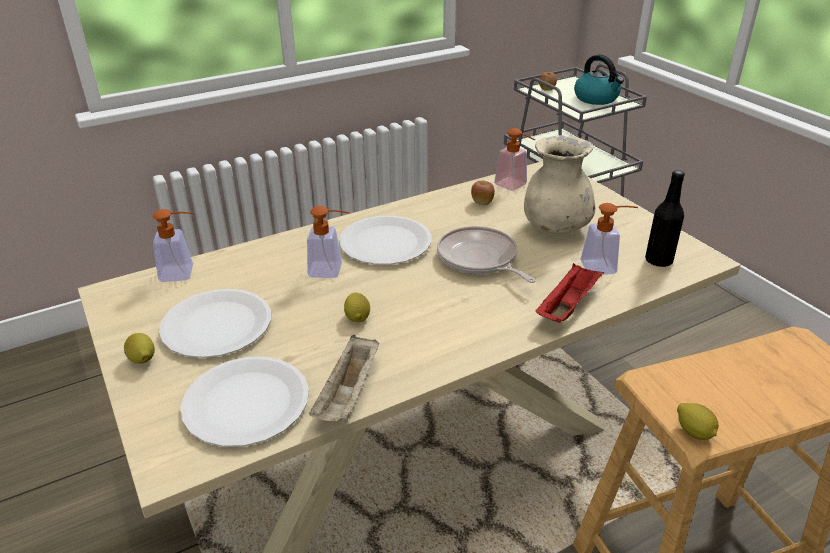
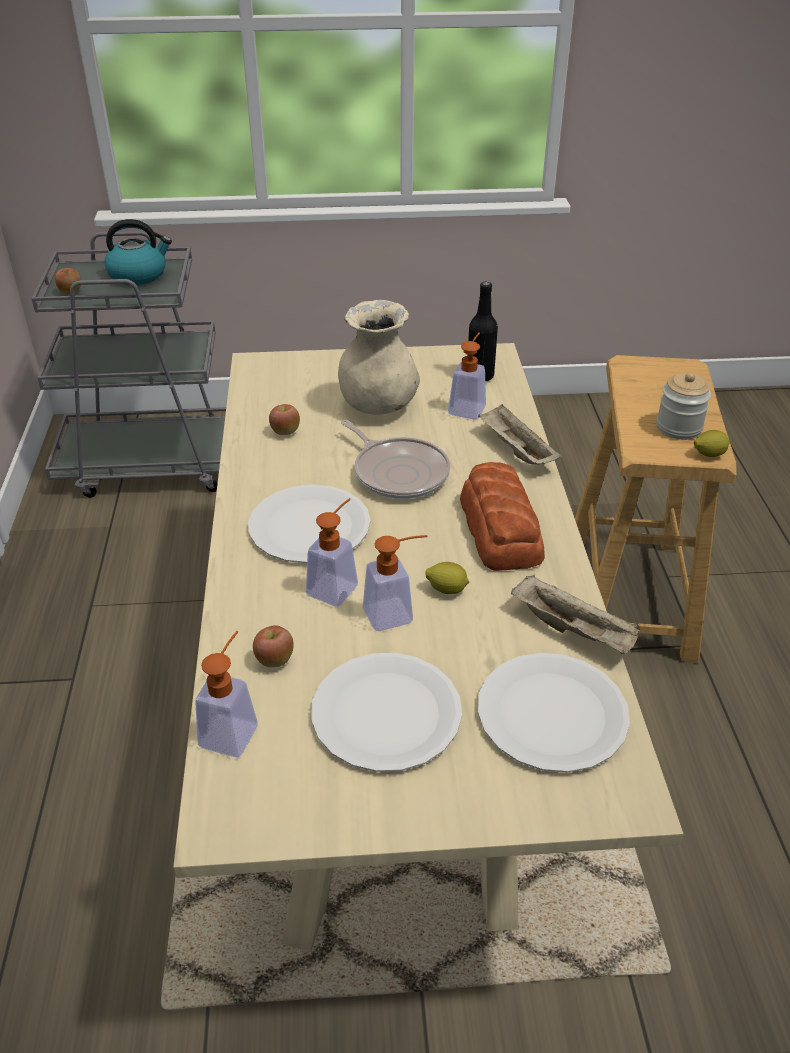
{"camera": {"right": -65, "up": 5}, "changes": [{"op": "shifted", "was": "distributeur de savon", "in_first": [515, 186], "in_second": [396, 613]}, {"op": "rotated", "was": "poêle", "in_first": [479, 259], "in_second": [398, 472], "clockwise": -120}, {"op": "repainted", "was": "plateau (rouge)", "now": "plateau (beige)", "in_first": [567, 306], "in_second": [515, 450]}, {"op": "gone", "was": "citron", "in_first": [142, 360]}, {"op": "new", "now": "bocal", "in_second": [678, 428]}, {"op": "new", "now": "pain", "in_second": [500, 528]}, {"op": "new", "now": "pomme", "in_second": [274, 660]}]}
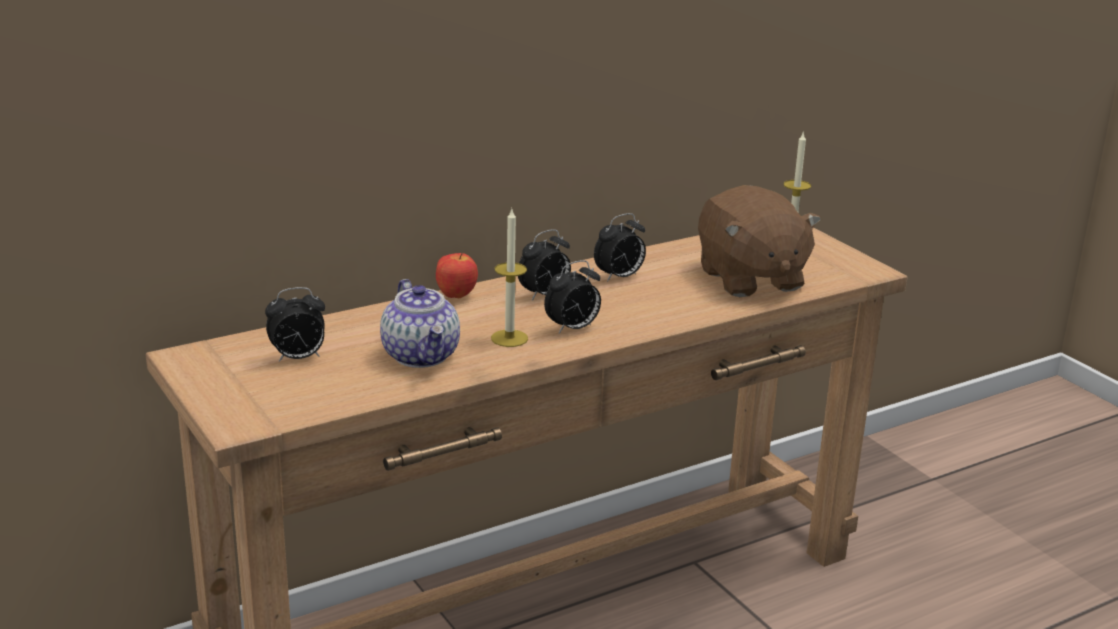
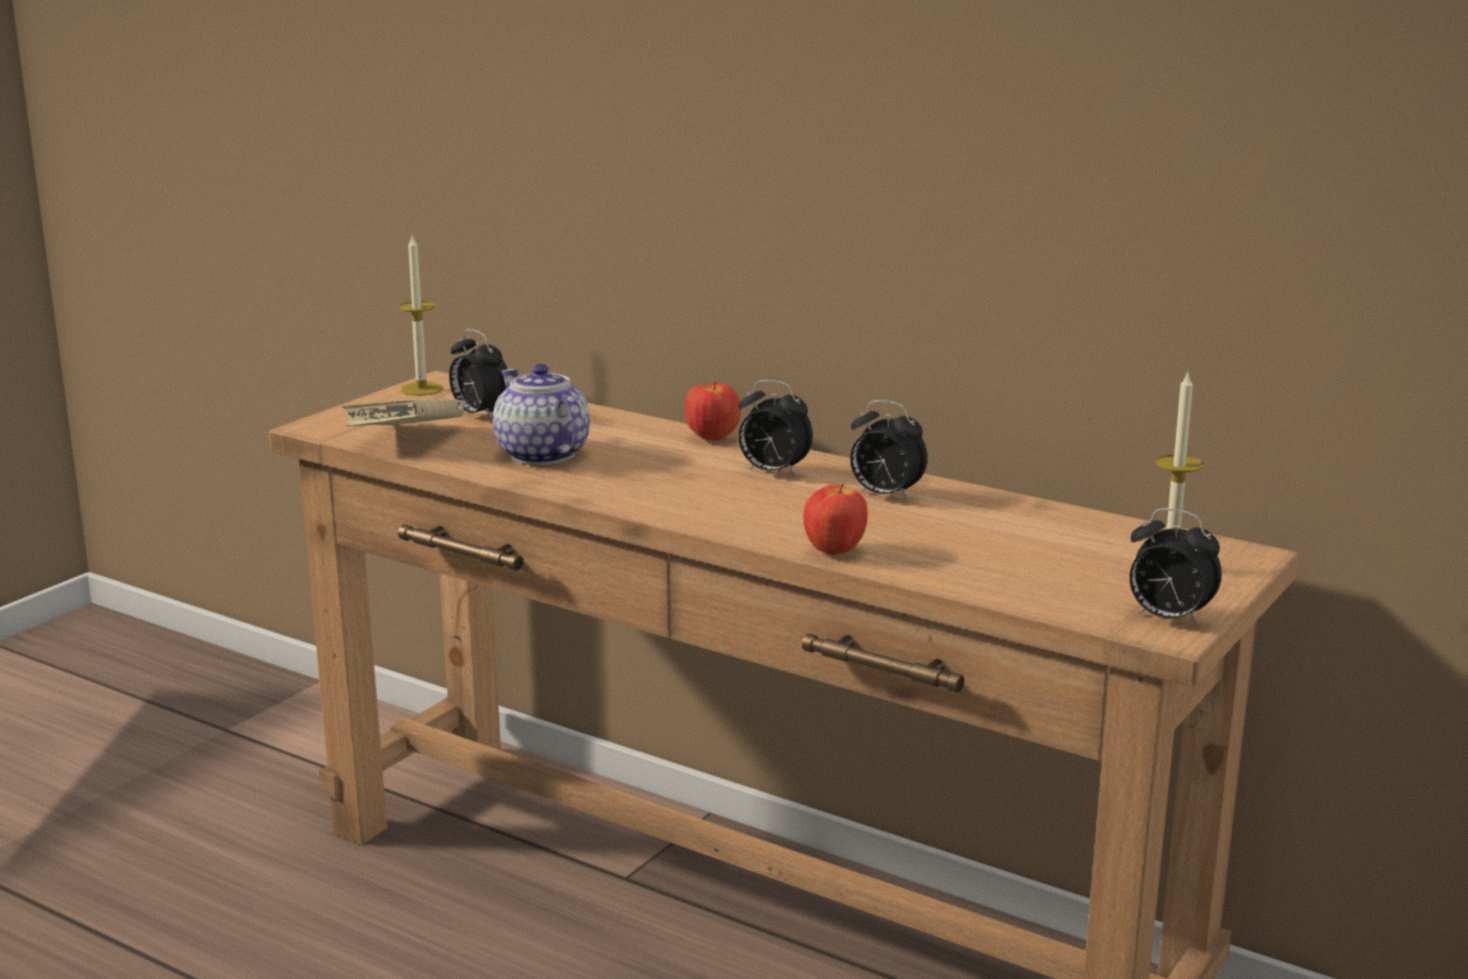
{"camera": {"right": 65, "up": -5}, "changes": [{"op": "gone", "was": "peluche (marron)", "in_first": [749, 279]}, {"op": "shifted", "was": "bougie", "in_first": [509, 338], "in_second": [421, 389]}, {"op": "shifted", "was": "réveil", "in_first": [572, 329], "in_second": [1168, 619]}, {"op": "rotated", "was": "théière", "in_first": [422, 356], "in_second": [541, 455], "clockwise": 105}, {"op": "new", "now": "livre (beige)", "in_second": [406, 441]}, {"op": "new", "now": "pomme", "in_second": [834, 551]}]}
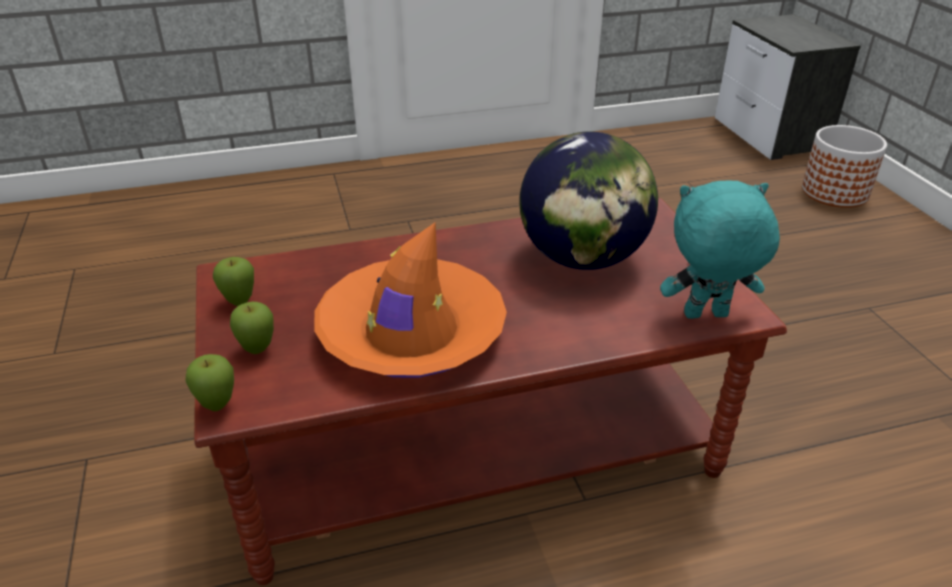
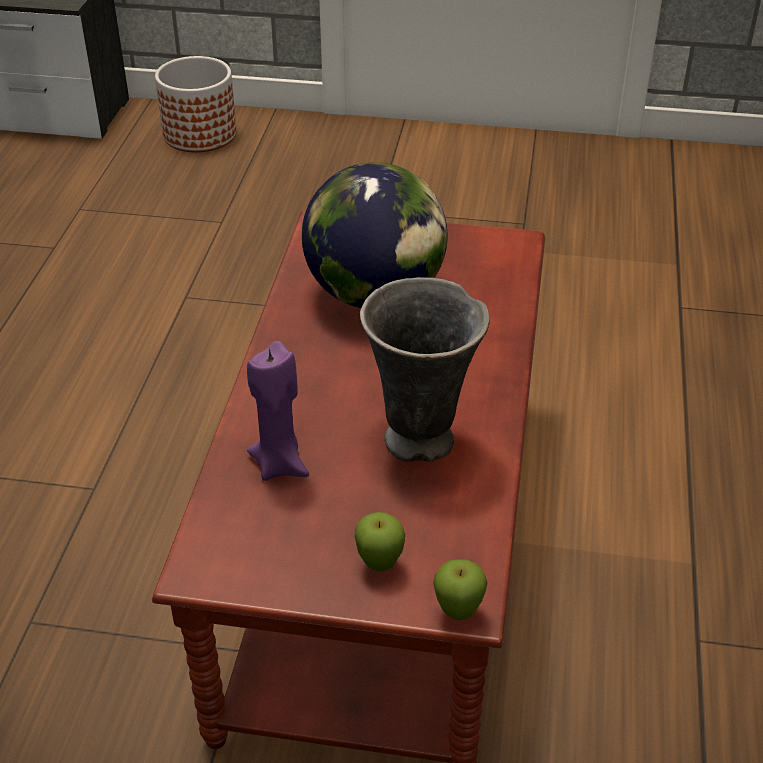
{"camera": {"right": -65, "up": 5}, "changes": [{"op": "gone", "was": "peluche (turquoise)", "in_first": [705, 316]}, {"op": "swapped", "was": "chapeau (orange)", "now": "vase (gris)", "in_first": [411, 333], "in_second": [421, 442]}, {"op": "gone", "was": "pomme", "in_first": [240, 302]}, {"op": "new", "now": "bougie (violet)", "in_second": [280, 464]}]}
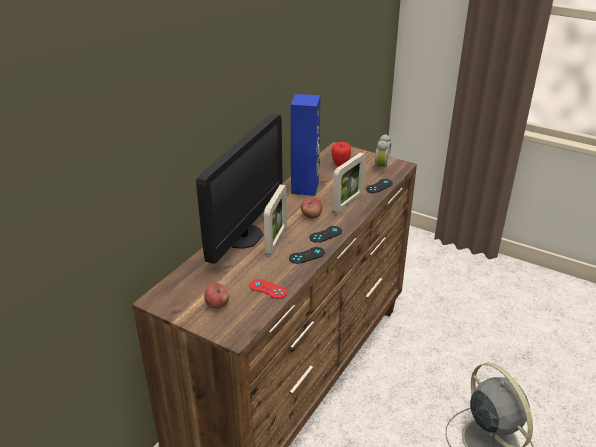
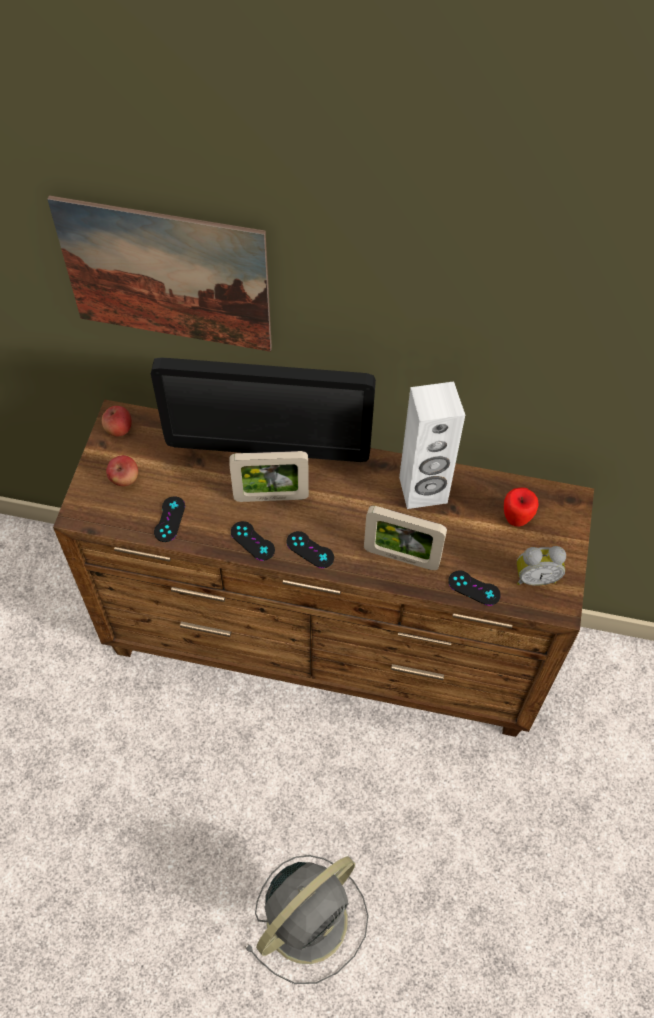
{"camera": {"right": 70, "up": 25}, "changes": [{"op": "repainted", "was": "enceinte (bleu)", "now": "enceinte (blanc)", "in_first": [305, 188], "in_second": [423, 491]}, {"op": "shifted", "was": "pomme", "in_first": [311, 216], "in_second": [119, 429]}, {"op": "repainted", "was": "manette (rouge)", "now": "manette (noir)", "in_first": [268, 289], "in_second": [169, 519]}, {"op": "new", "now": "tableau", "in_second": [166, 276]}]}
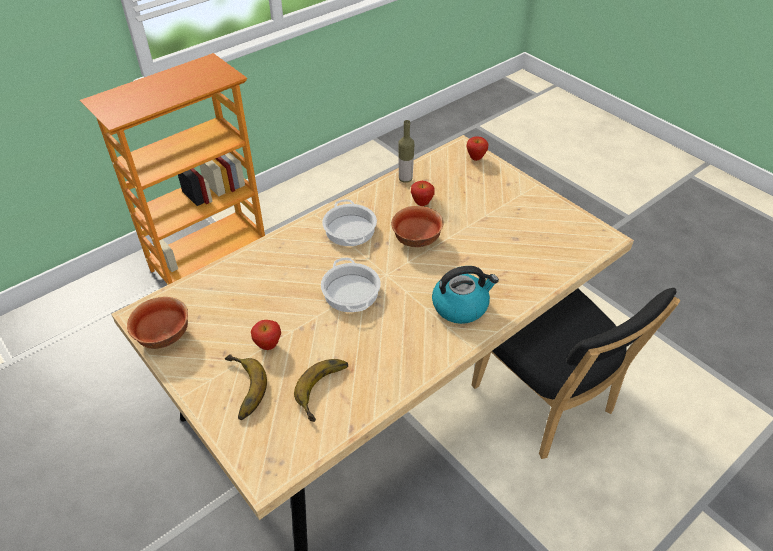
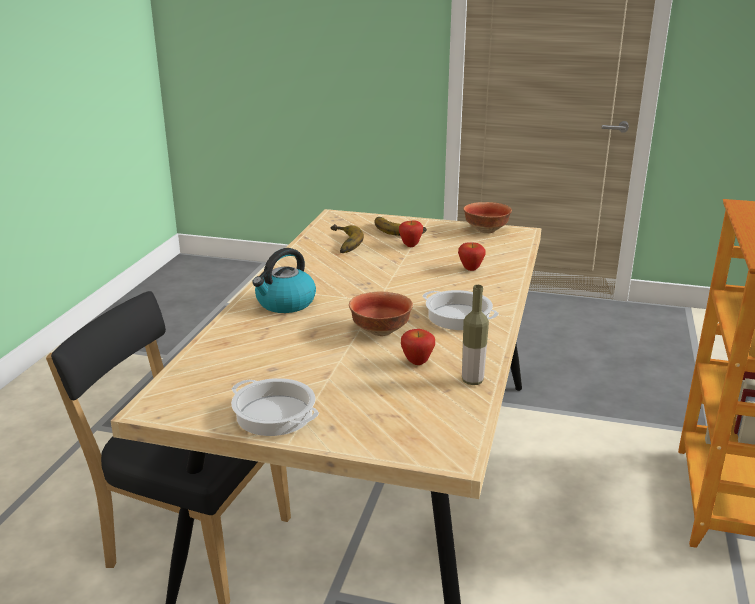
{"camera": {"right": 145, "up": -20}, "changes": [{"op": "shifted", "was": "pomme", "in_first": [476, 158], "in_second": [470, 269]}, {"op": "shifted", "was": "marmite", "in_first": [351, 292], "in_second": [273, 415]}]}
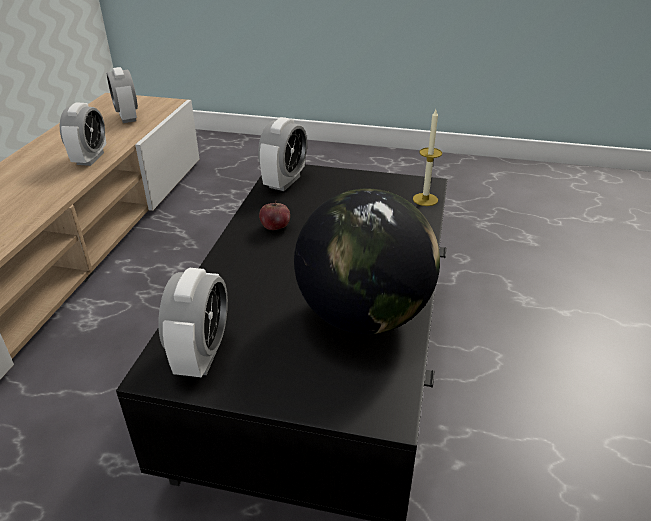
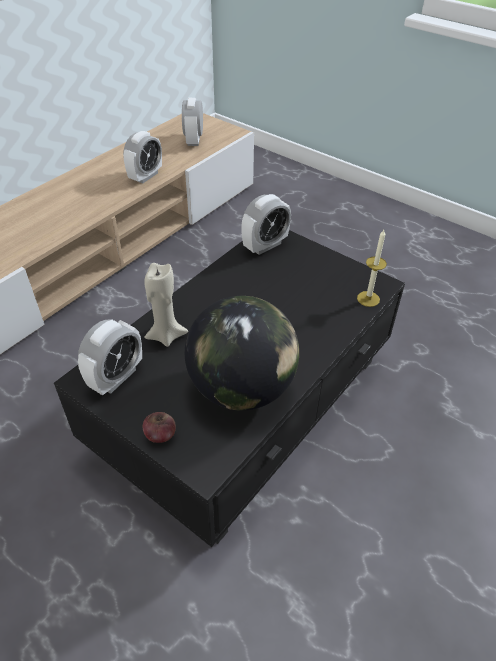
{"camera": {"right": 25, "up": 10}, "changes": [{"op": "shifted", "was": "pomme", "in_first": [275, 227], "in_second": [160, 435]}, {"op": "new", "now": "bougie (beige)", "in_second": [166, 335]}]}
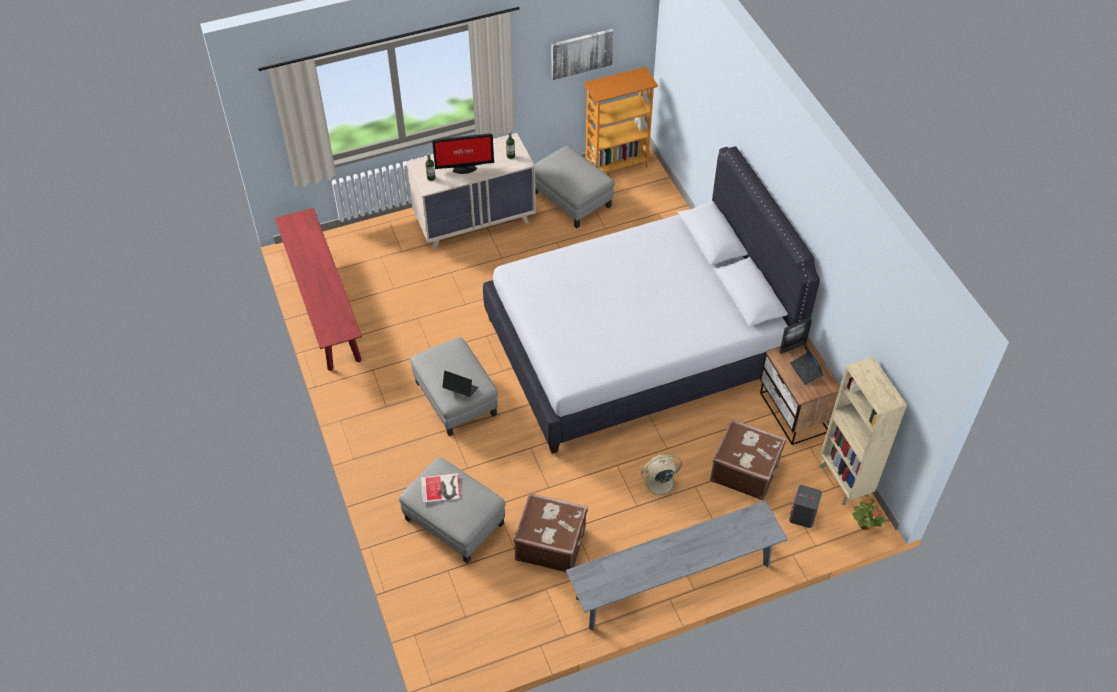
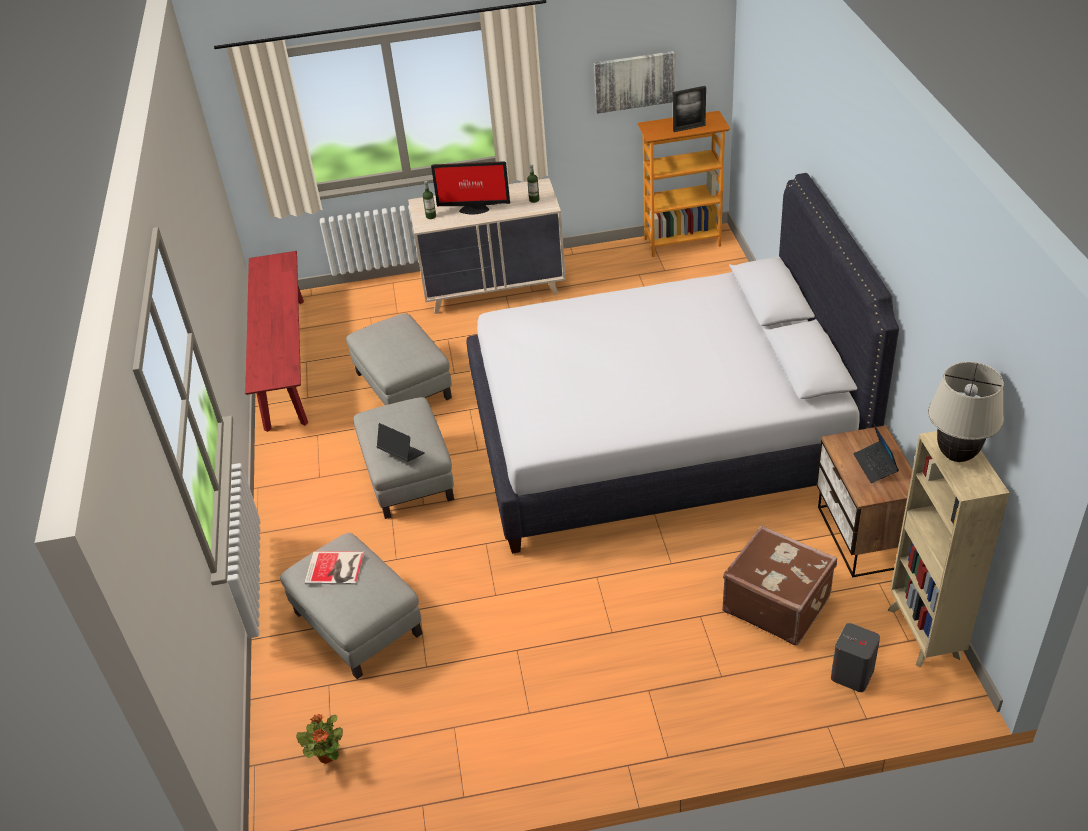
{"camera": {"right": 15, "up": -10}, "changes": [{"op": "shifted", "was": "pouf (gris)", "in_first": [572, 199], "in_second": [404, 385]}, {"op": "shifted", "was": "cadre photo", "in_first": [792, 347], "in_second": [689, 128]}, {"op": "gone", "was": "ventilateur (beige)", "in_first": [658, 483]}, {"op": "gone", "was": "valise (marron)", "in_first": [550, 543]}, {"op": "shifted", "was": "plante en pot", "in_first": [864, 525], "in_second": [327, 755]}, {"op": "gone", "was": "banc (gris)", "in_first": [673, 581]}, {"op": "new", "now": "lampe de table (beige)", "in_second": [956, 455]}]}
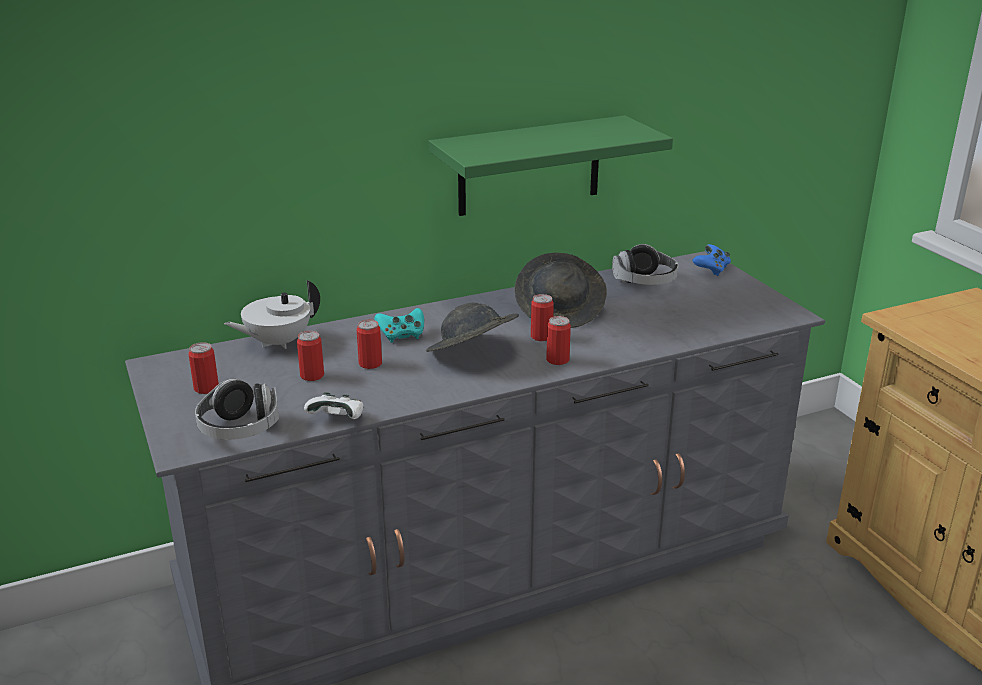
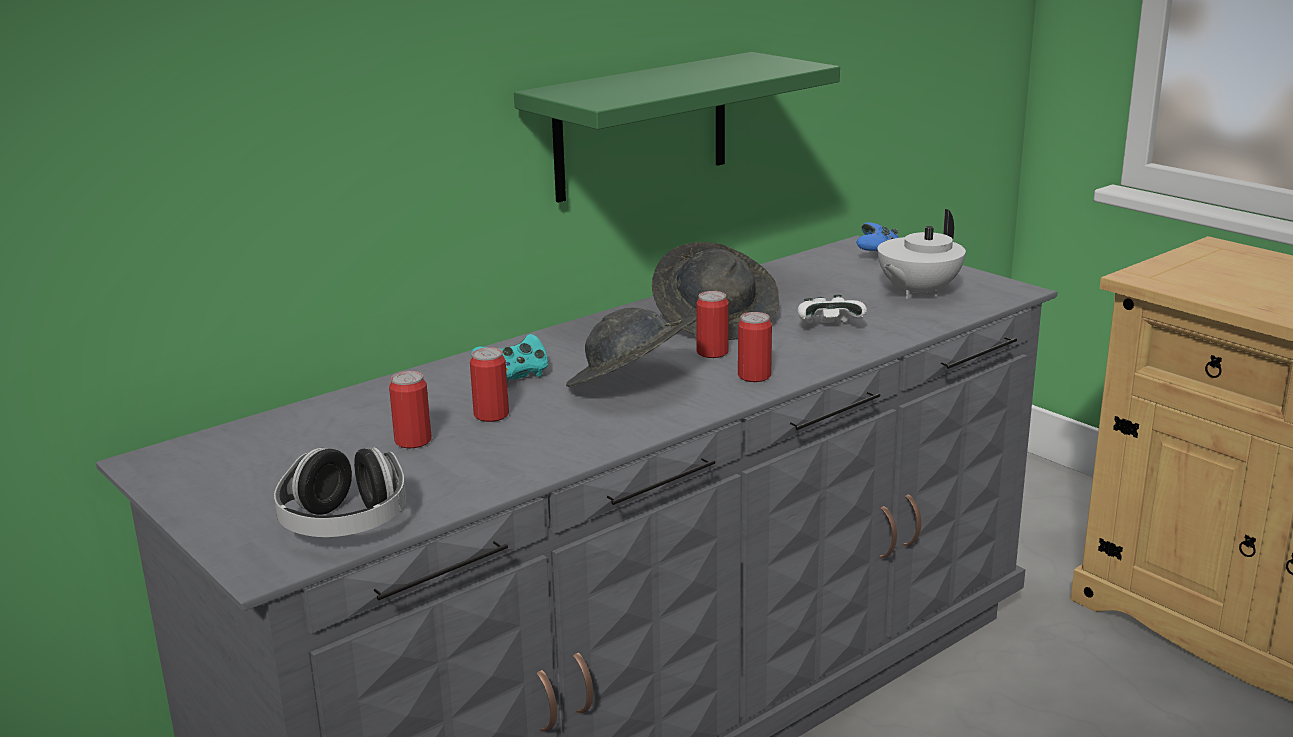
{"camera": {"right": -15, "up": -5}, "changes": [{"op": "gone", "was": "casque audio", "in_first": [645, 282]}, {"op": "shifted", "was": "théière (blanc)", "in_first": [277, 342], "in_second": [917, 292]}, {"op": "gone", "was": "boîte métallique", "in_first": [206, 388]}, {"op": "shifted", "was": "manette (blanc)", "in_first": [338, 419], "in_second": [829, 327]}]}
